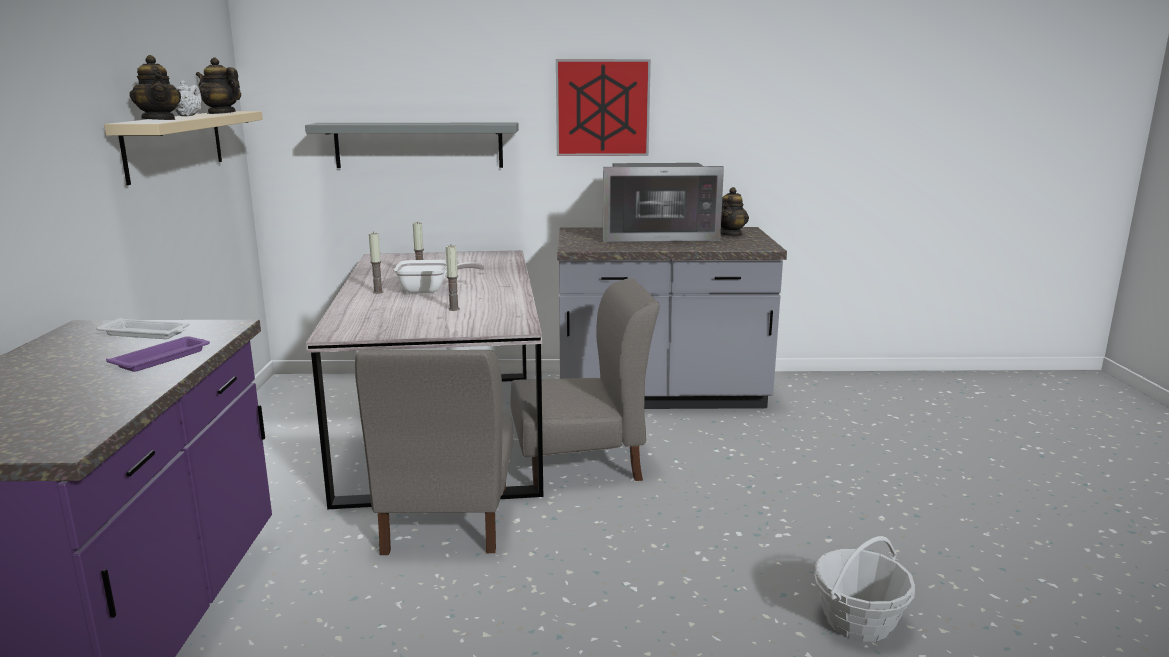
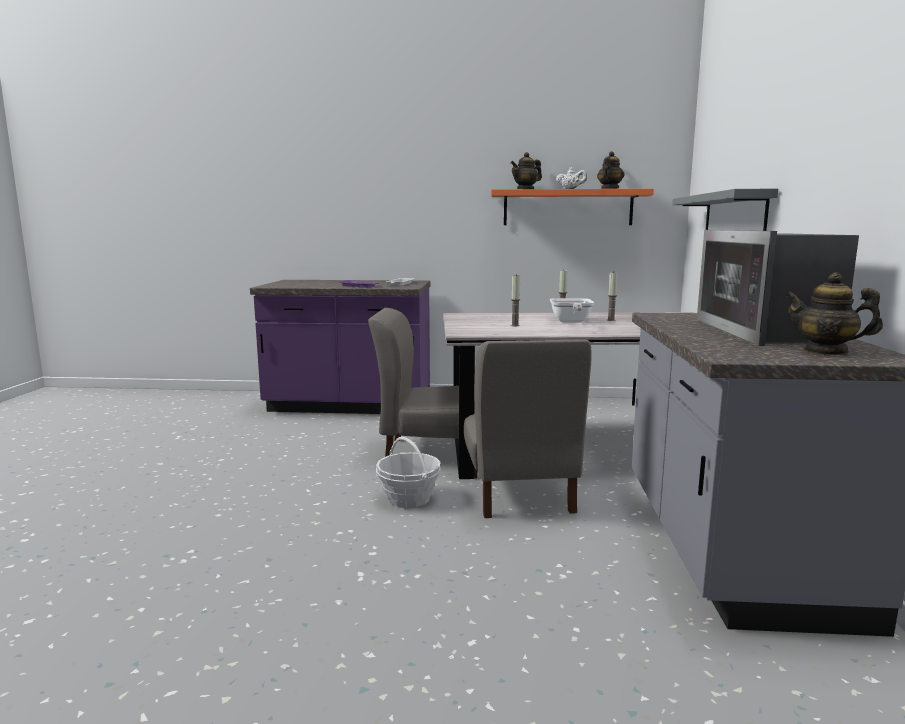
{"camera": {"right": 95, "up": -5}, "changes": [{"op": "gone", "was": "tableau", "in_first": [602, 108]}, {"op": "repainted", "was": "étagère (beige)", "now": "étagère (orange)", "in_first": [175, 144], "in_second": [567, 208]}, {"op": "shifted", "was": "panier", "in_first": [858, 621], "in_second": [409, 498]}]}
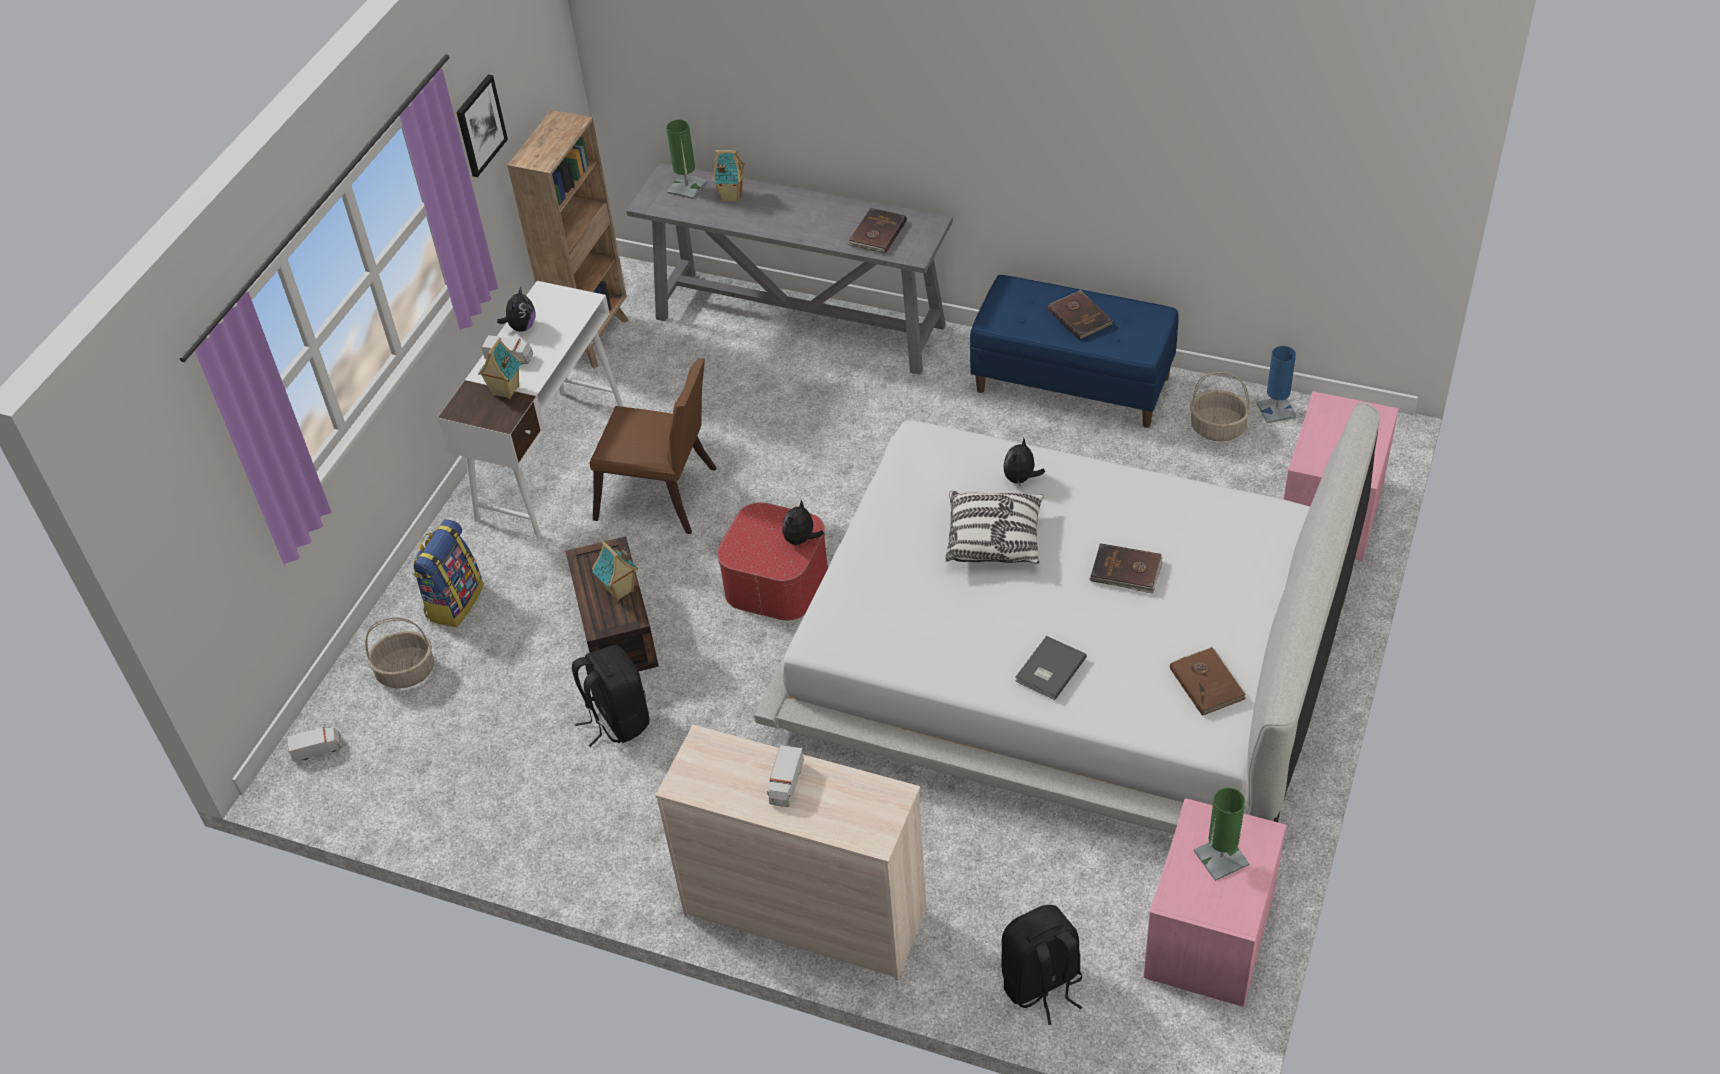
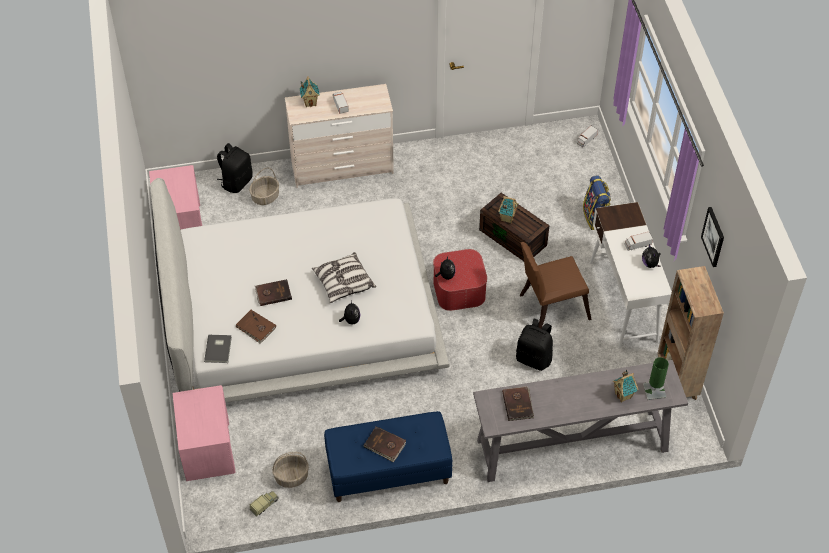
{"camera": {"right": 145, "up": 5}, "changes": [{"op": "shifted", "was": "maison miniature", "in_first": [505, 391], "in_second": [310, 102]}, {"op": "swapped", "was": "lampe de table (bleu)", "now": "camion jouet", "in_first": [1276, 410], "in_second": [264, 505]}, {"op": "shifted", "was": "panier", "in_first": [407, 671], "in_second": [265, 197]}, {"op": "shifted", "was": "livre (gris)", "in_first": [1048, 669], "in_second": [219, 349]}, {"op": "shifted", "was": "sac à dos (noir)", "in_first": [617, 720], "in_second": [534, 358]}, {"op": "shifted", "was": "livre (marron)", "in_first": [1207, 683], "in_second": [256, 327]}, {"op": "gone", "was": "lampe de table (vert)", "in_first": [1221, 858]}]}
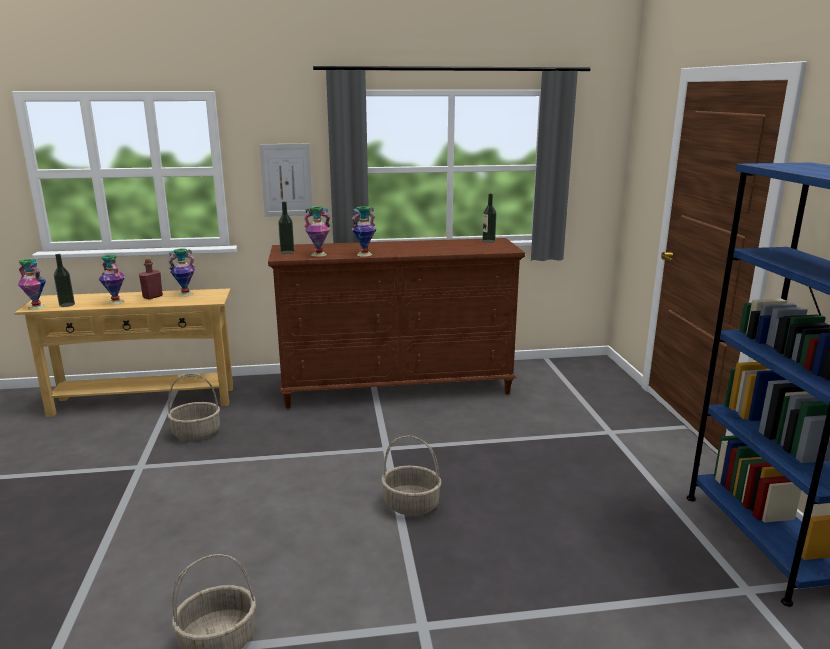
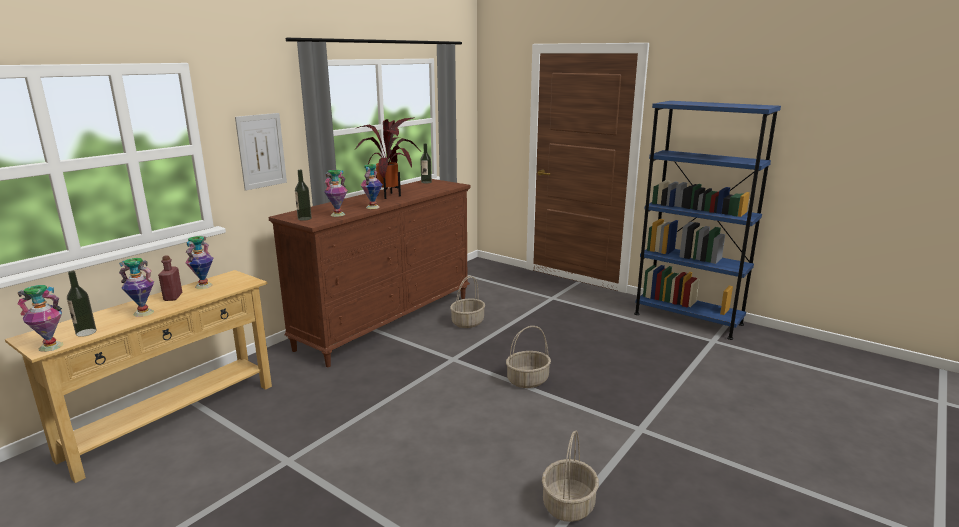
{"camera": {"right": -45, "up": 0}, "changes": [{"op": "shifted", "was": "panier", "in_first": [197, 433], "in_second": [467, 322]}, {"op": "new", "now": "plante en pot", "in_second": [391, 195]}]}
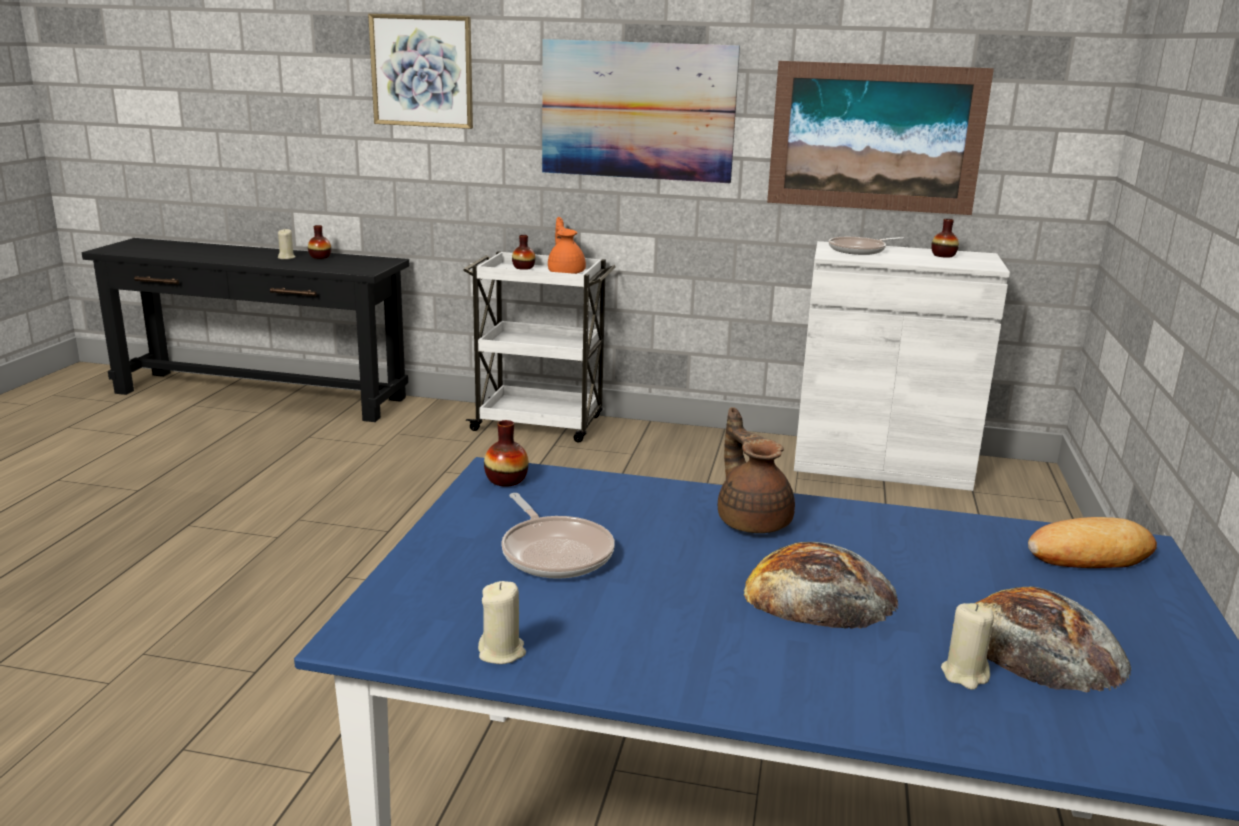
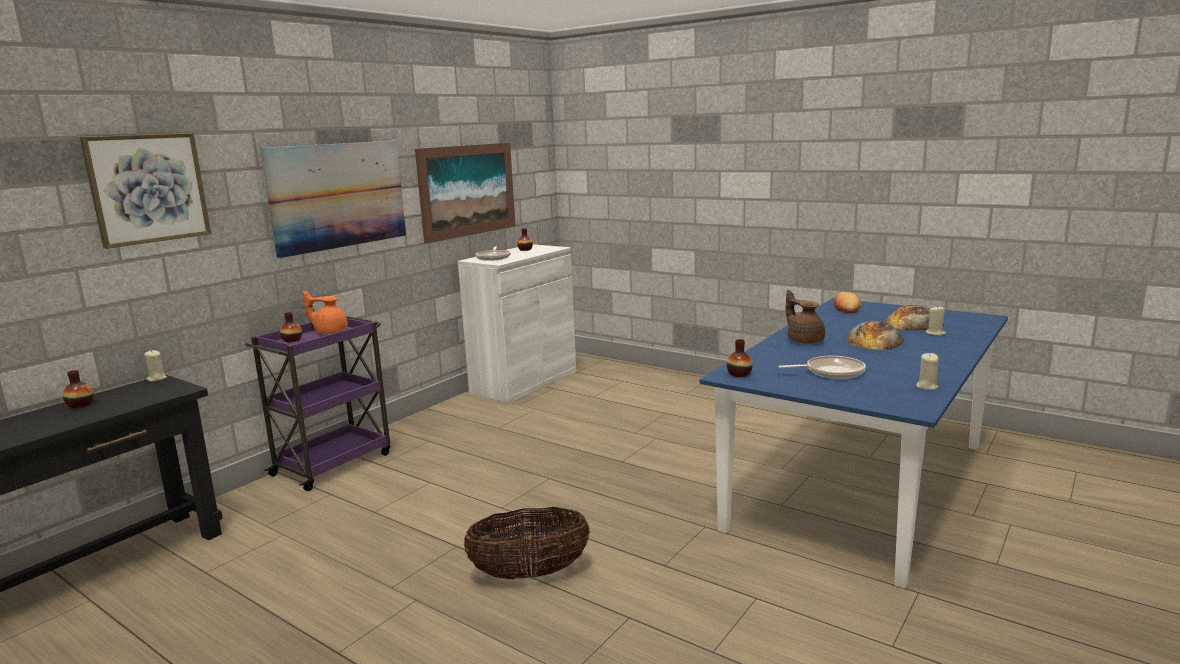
{"camera": {"right": -65, "up": -5}, "changes": [{"op": "shifted", "was": "bougie (beige)", "in_first": [286, 257], "in_second": [157, 379]}, {"op": "repainted", "was": "chariot (blanc)", "now": "chariot (violet)", "in_first": [540, 424], "in_second": [334, 463]}, {"op": "rotated", "was": "théière (marron)", "in_first": [752, 520], "in_second": [804, 340], "clockwise": 60}, {"op": "new", "now": "panier", "in_second": [530, 573]}]}
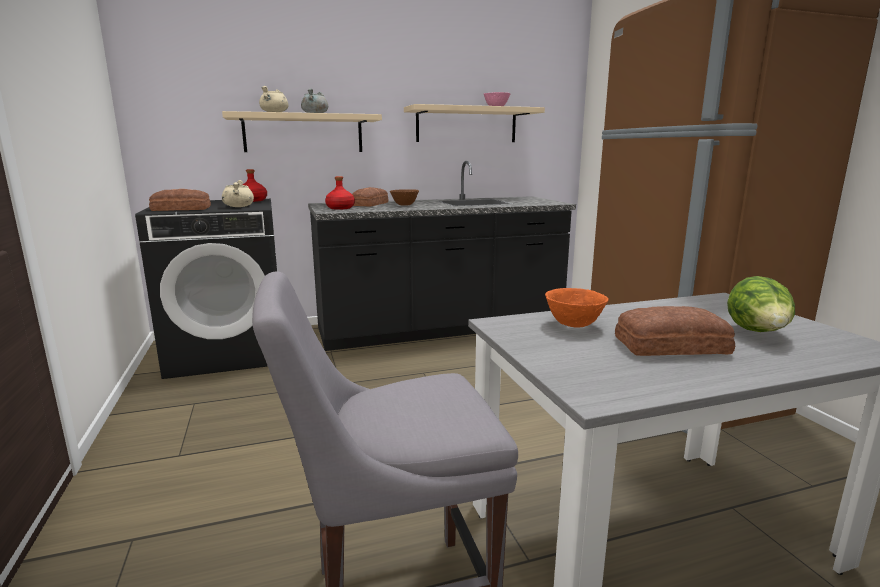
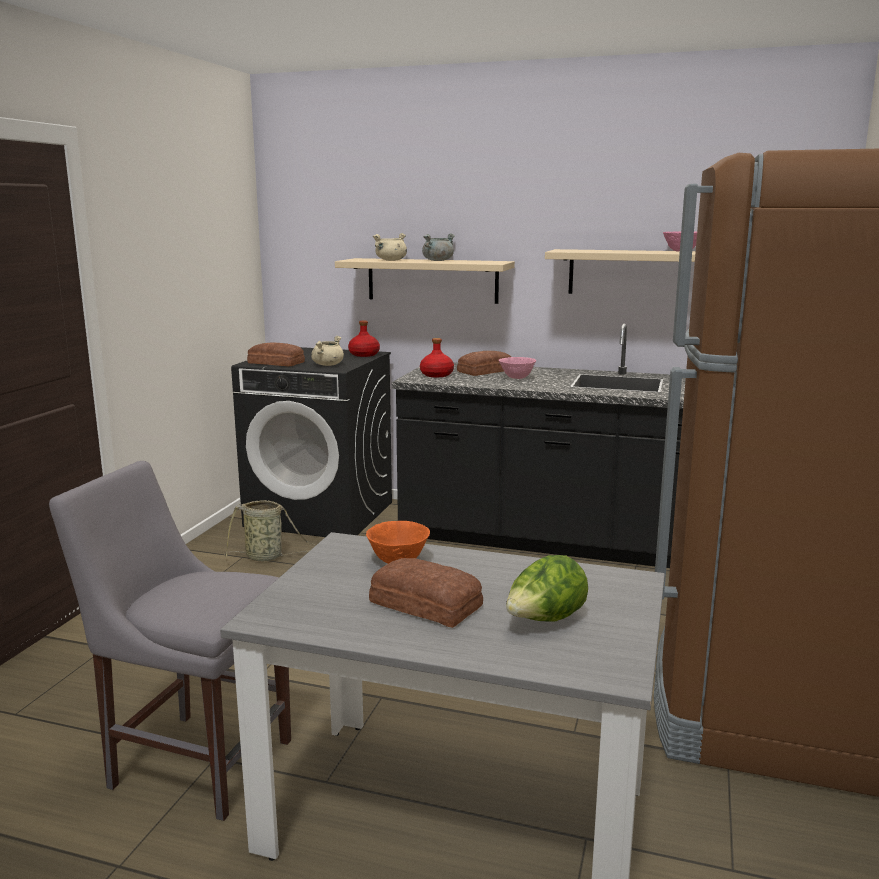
{"camera": {"right": 35, "up": 0}, "changes": [{"op": "repainted", "was": "bol (marron)", "now": "bol (rose)", "in_first": [404, 205], "in_second": [516, 378]}, {"op": "new", "now": "panier", "in_second": [267, 557]}]}
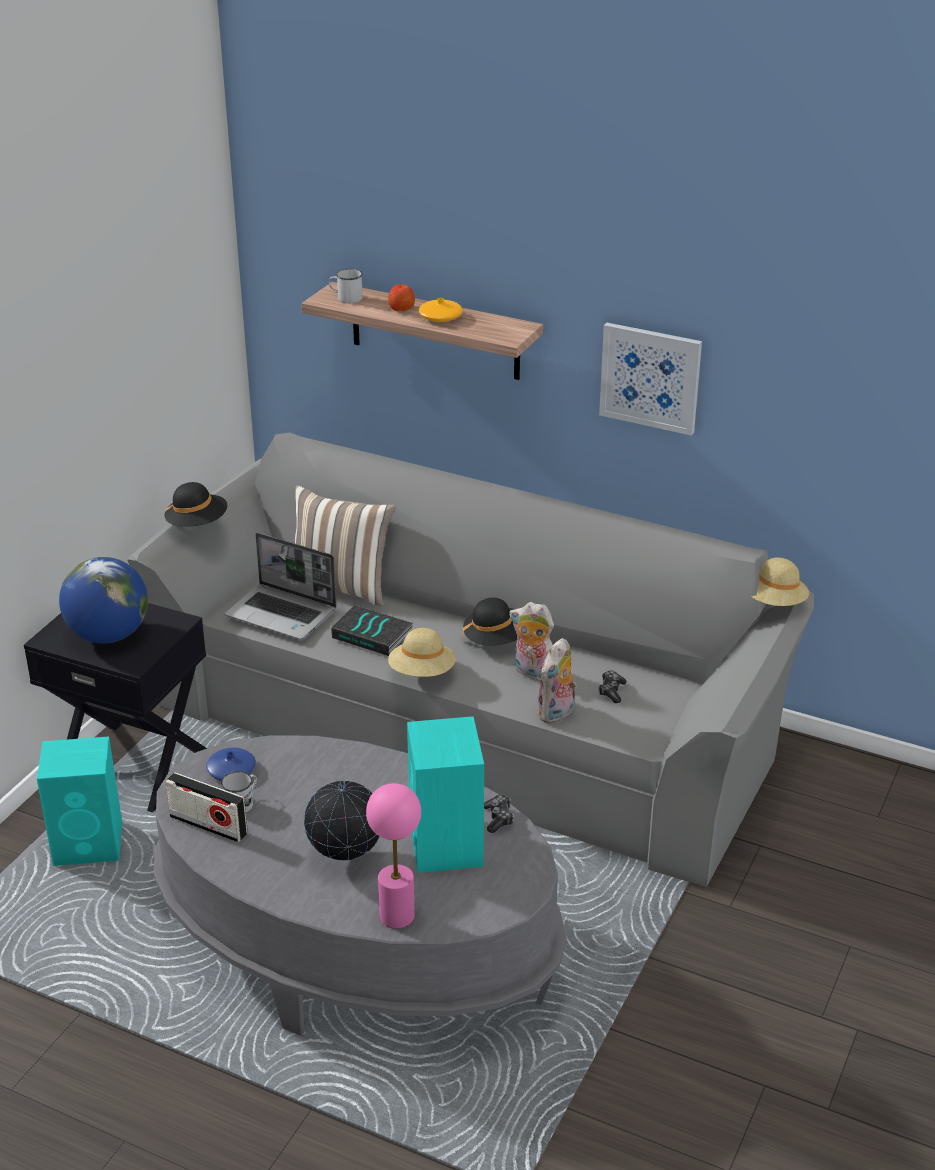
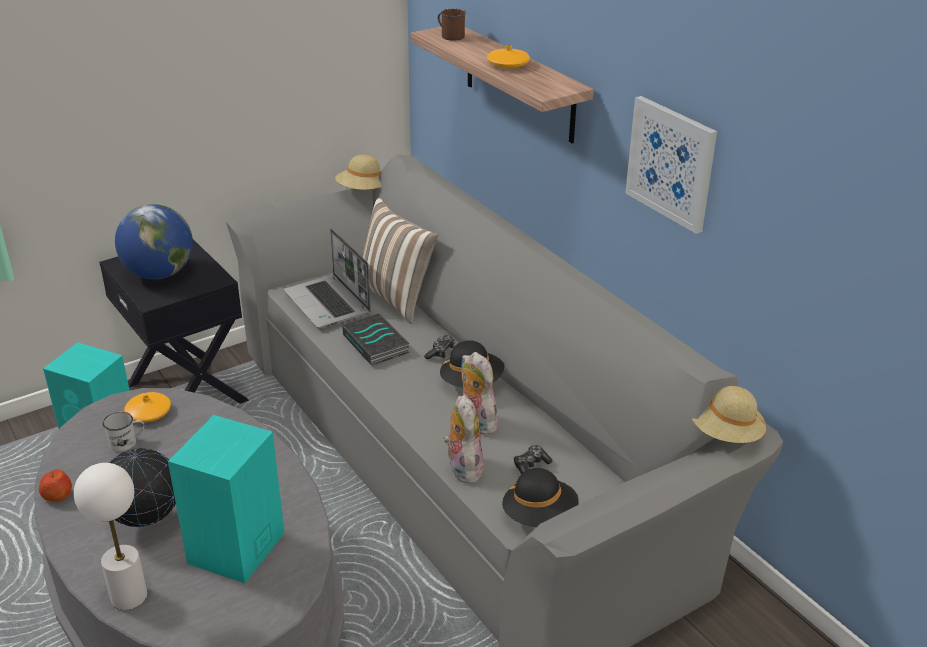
{"camera": {"right": 30, "up": 0}, "changes": [{"op": "repainted", "was": "mug (blanc)", "now": "mug (marron)", "in_first": [346, 298], "in_second": [450, 36]}, {"op": "shifted", "was": "pomme", "in_first": [401, 308], "in_second": [58, 495]}, {"op": "shifted", "was": "chapeau (noir)", "in_first": [197, 524], "in_second": [539, 515]}, {"op": "shifted", "was": "chapeau (beige)", "in_first": [422, 673], "in_second": [363, 191]}, {"op": "rotated", "was": "peluche", "in_first": [557, 714], "in_second": [462, 468], "clockwise": 105}, {"op": "repainted", "was": "vase (bleu)", "now": "vase (orange)", "in_first": [231, 770], "in_second": [148, 413]}, {"op": "gone", "was": "radio", "in_first": [208, 825]}, {"op": "repainted", "was": "lampe de table (rose)", "now": "lampe de table (blanc)", "in_first": [397, 916], "in_second": [129, 597]}, {"op": "shifted", "was": "manette", "in_first": [498, 818], "in_second": [440, 352]}]}
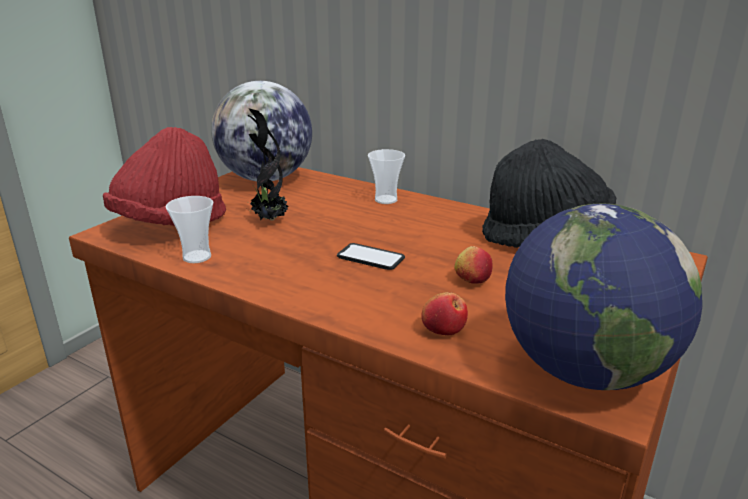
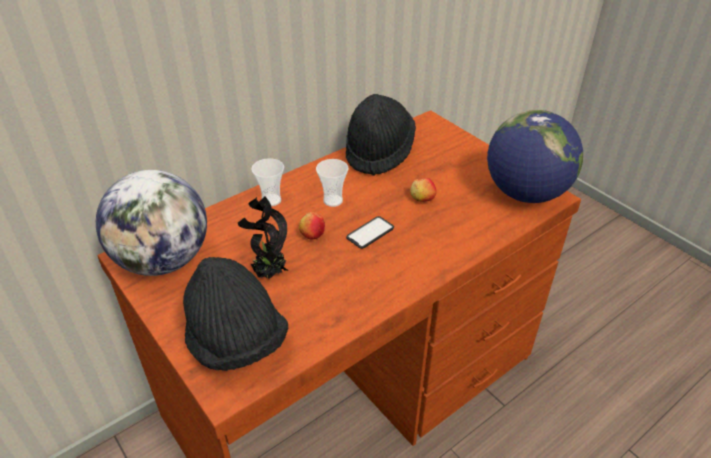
{"camera": {"right": -70, "up": 15}, "changes": [{"op": "repainted", "was": "chapeau (rouge)", "now": "chapeau (noir)", "in_first": [170, 224], "in_second": [236, 341]}, {"op": "shifted", "was": "tasse", "in_first": [197, 257], "in_second": [333, 201]}, {"op": "shifted", "was": "pomme", "in_first": [443, 329], "in_second": [312, 234]}]}
